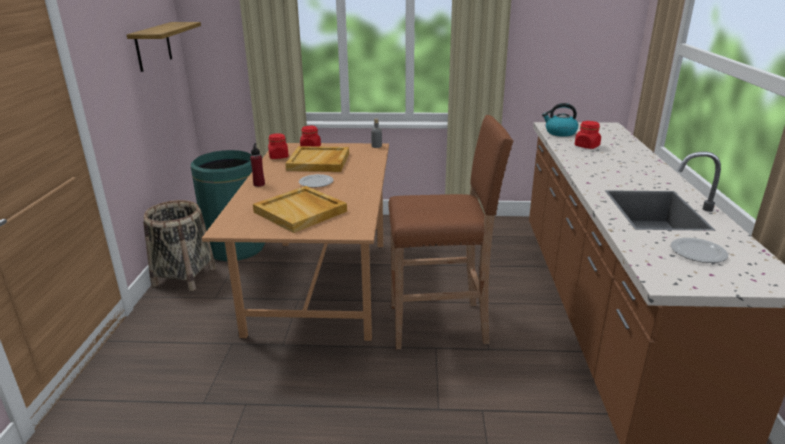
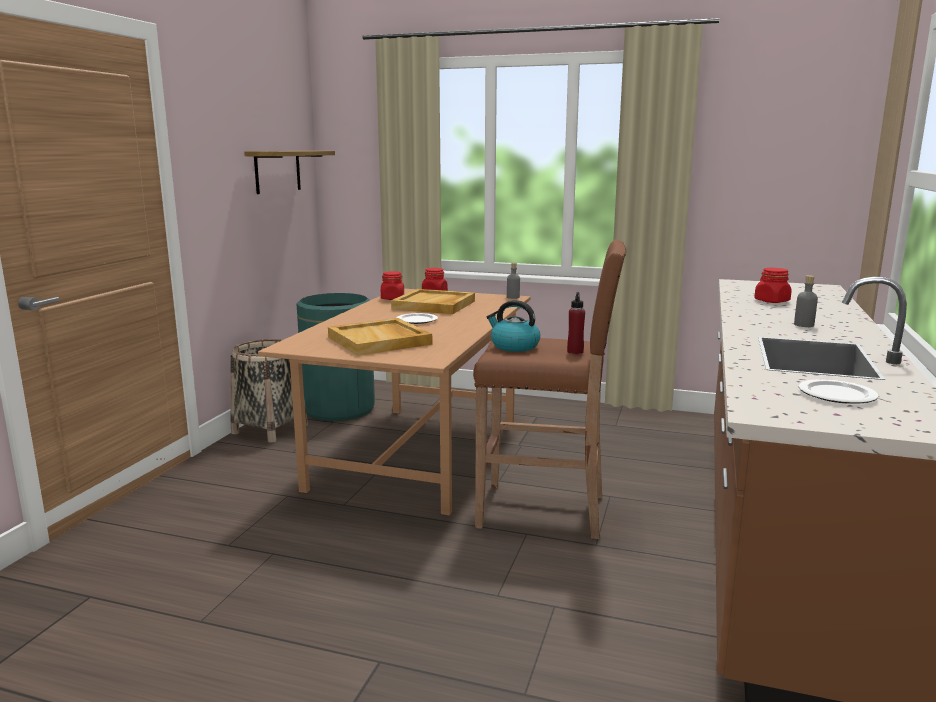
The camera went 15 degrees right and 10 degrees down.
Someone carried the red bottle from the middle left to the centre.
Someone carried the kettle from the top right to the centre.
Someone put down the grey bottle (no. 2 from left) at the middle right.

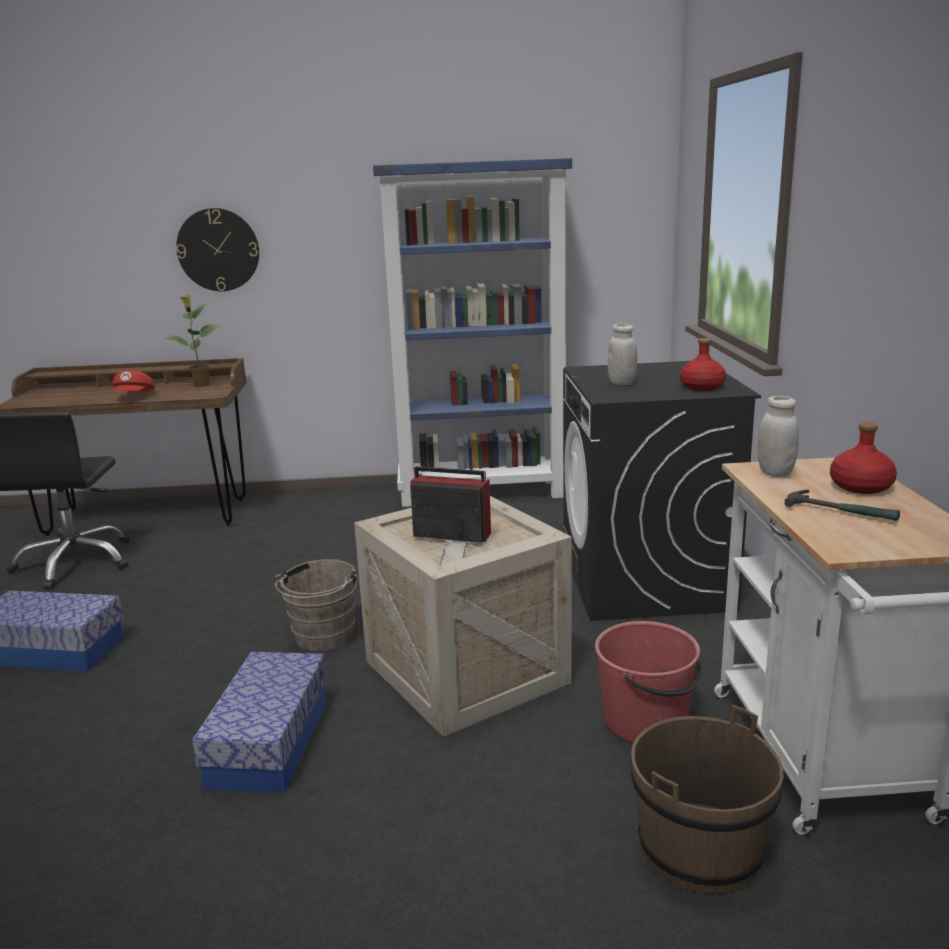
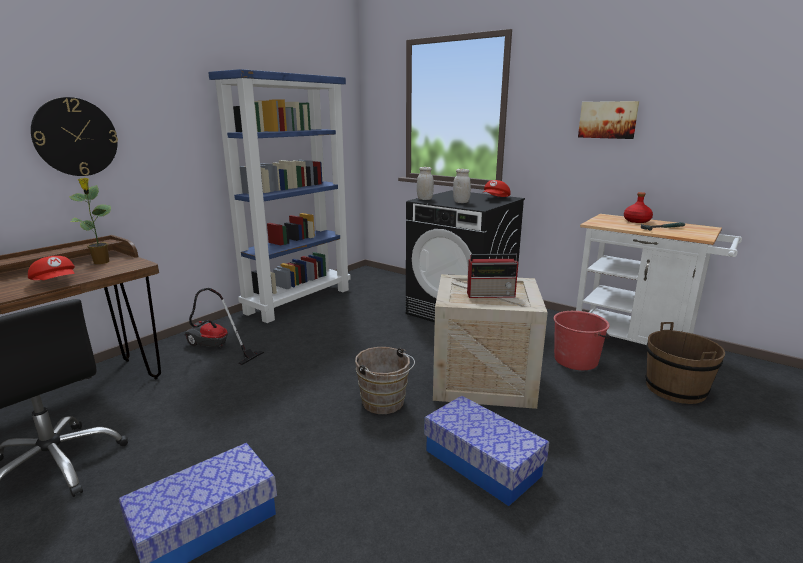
The camera went 50 degrees left and 0 degrees up.
Someone rotated the radio at the centre by 150 degrees counterclockwise.
Someone swapped the red bottle (no. 1 from left) at the middle right for the red cap (no. 2 from left) at the centre.
Someone carried the white jar (no. 2 from left in the first image) from the middle right to the top centre.
Someone put down the vacuum cleaner at the middle left.
Someone put up the picture at the top right.

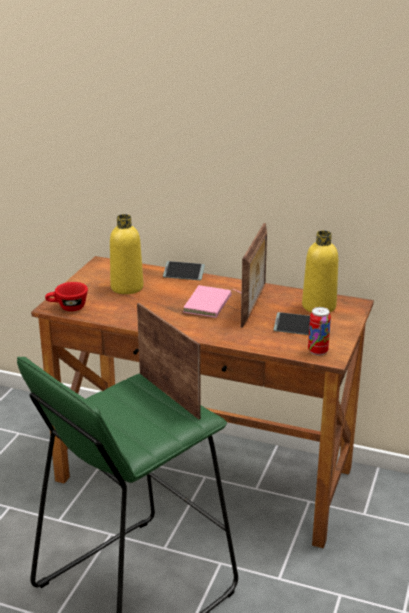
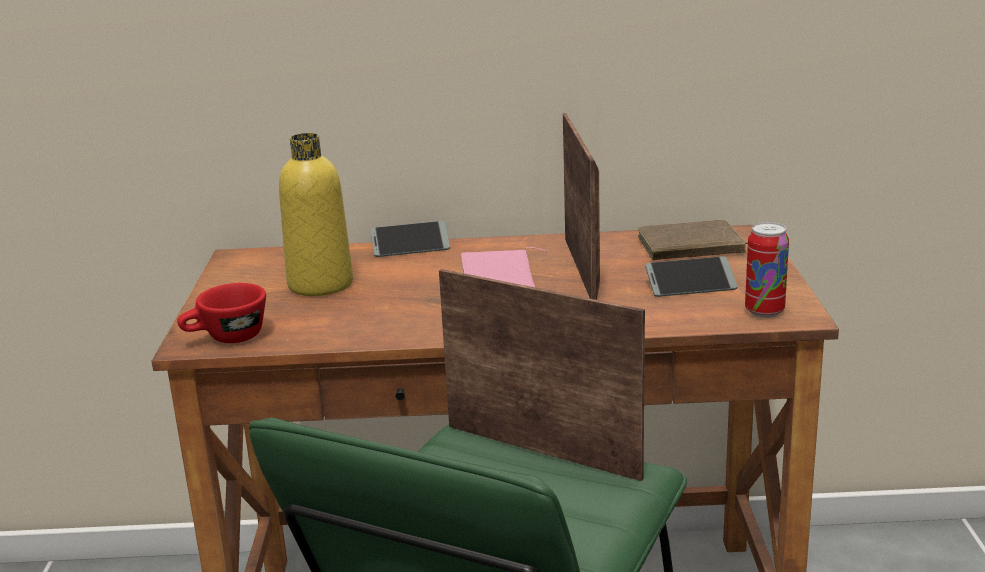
The camera went 20 degrees left and 5 degrees down.
Someone swapped the yellow bottle (no. 2 from left) at the middle right for the brown book at the middle right.

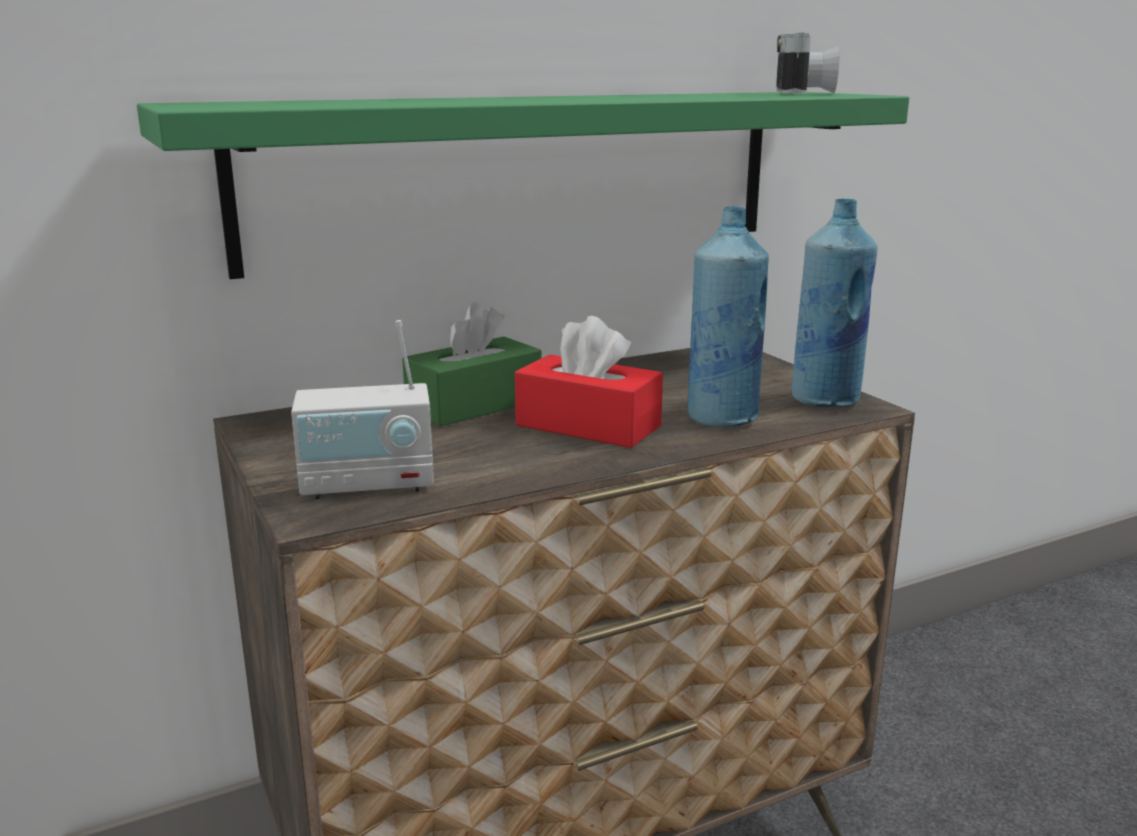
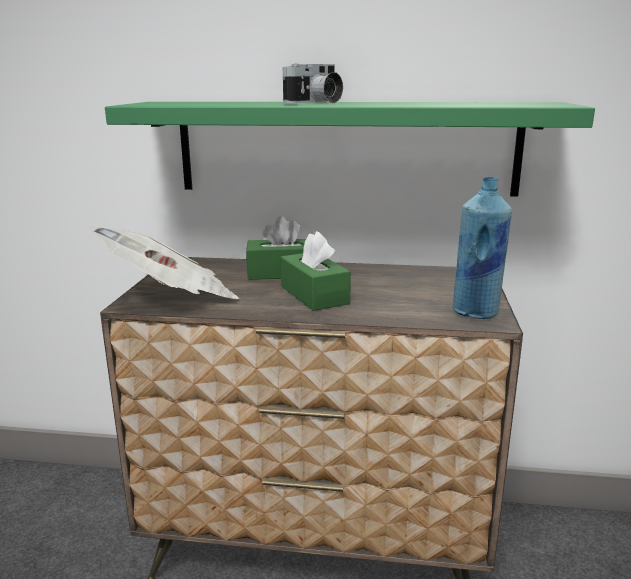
The camera went 35 degrees right and 0 degrees up.
Someone swapped the radio at the middle left for the newspaper at the middle left.
Someone repainted the red tissue box at the centre, which became the green tissue box (no. 2 from left) at the centre.
Someone took away the blue bottle (no. 1 from left) at the centre.
Someone carried the photo camera from the top right to the top centre.

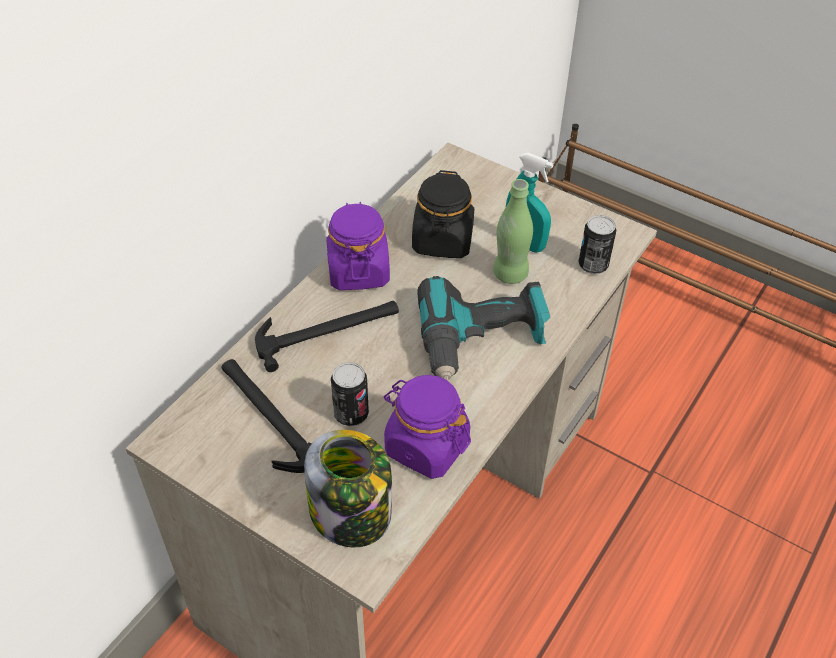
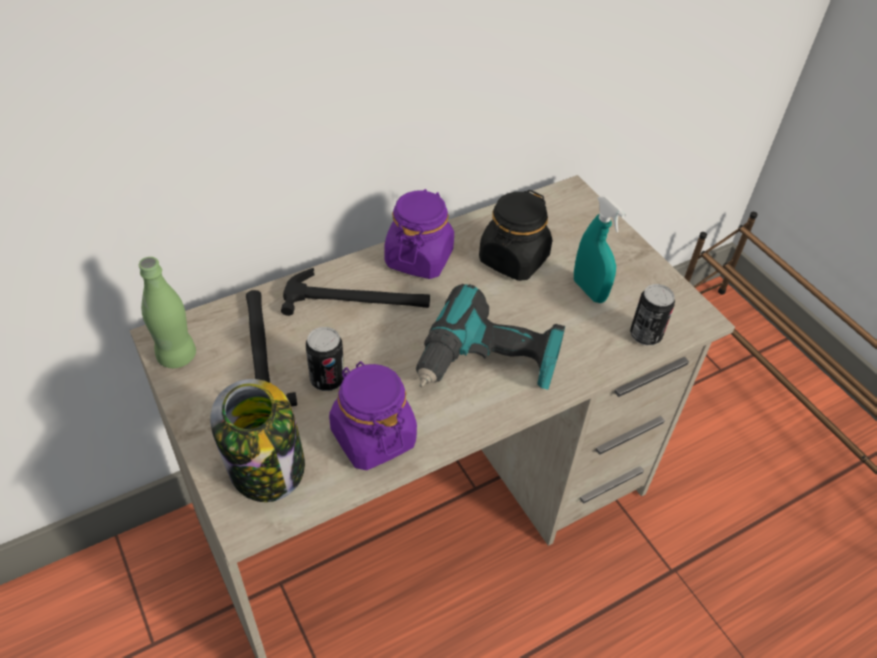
The camera went 25 degrees right and 0 degrees up.
Someone carried the green bottle from the centre to the middle left.

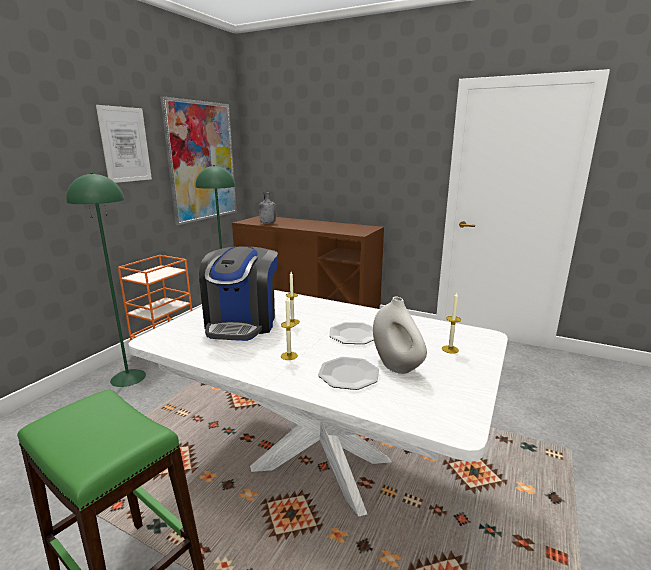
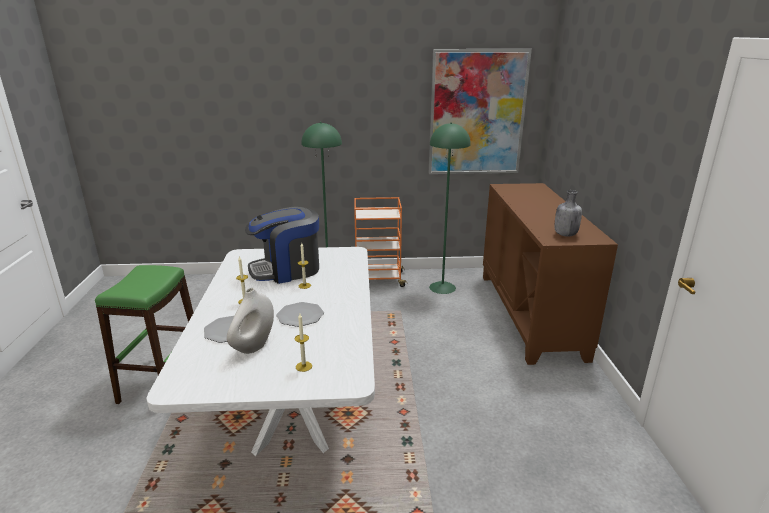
The camera went 60 degrees right and 5 degrees up.
Someone took away the picture (no. 1 from left) at the top left.
Someone carried the grey bottle from the centre to the middle right.

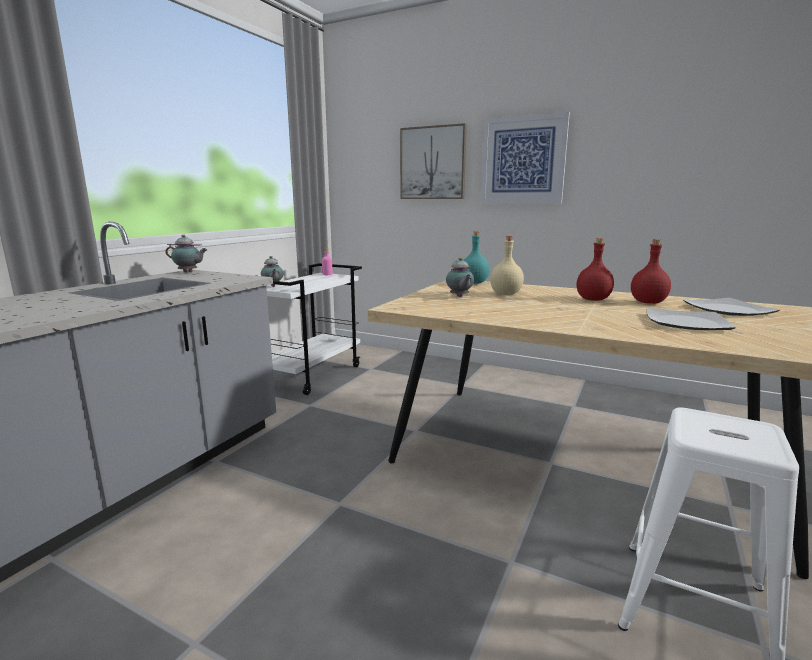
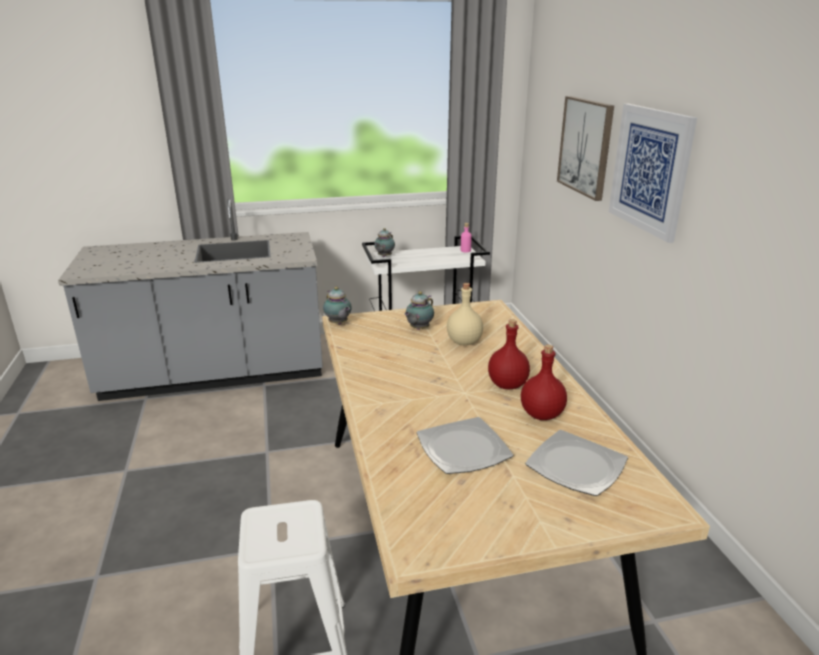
The camera went 50 degrees right and 10 degrees up.
Someone carried the teapot (no. 1 from left) from the middle left to the centre.
Someone took away the turquoise bottle at the centre.

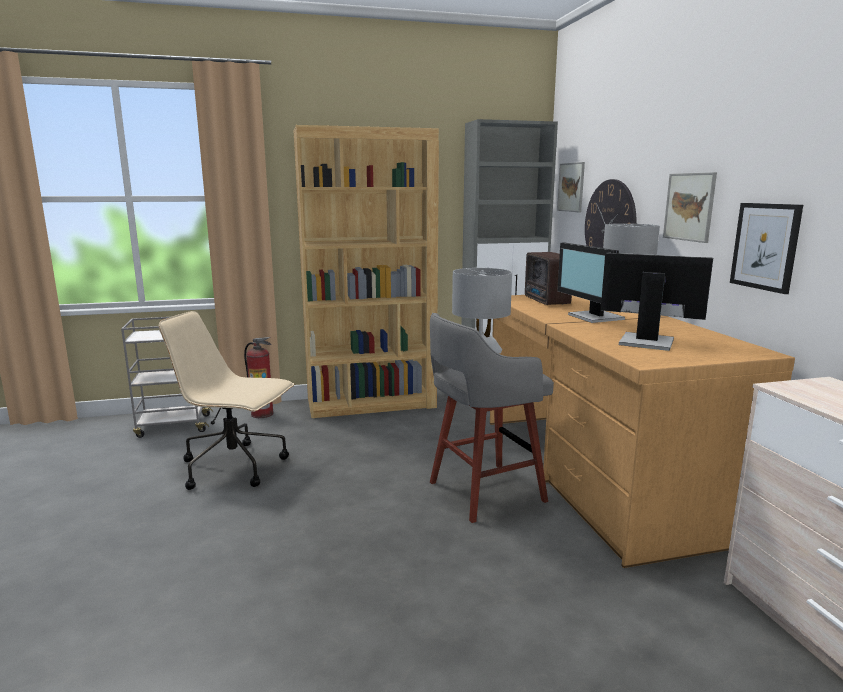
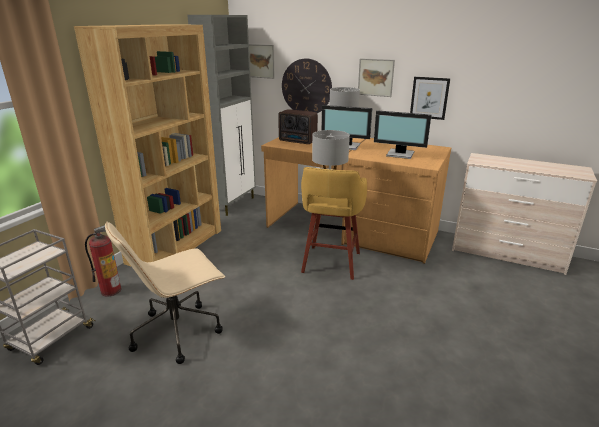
The camera went 50 degrees left and 10 degrees up.
Someone repainted the grey stool at the centre, which became the yellow stool at the centre.
Someone rotated the monitor (no. 2 from left) at the middle right by 135 degrees counterclockwise.

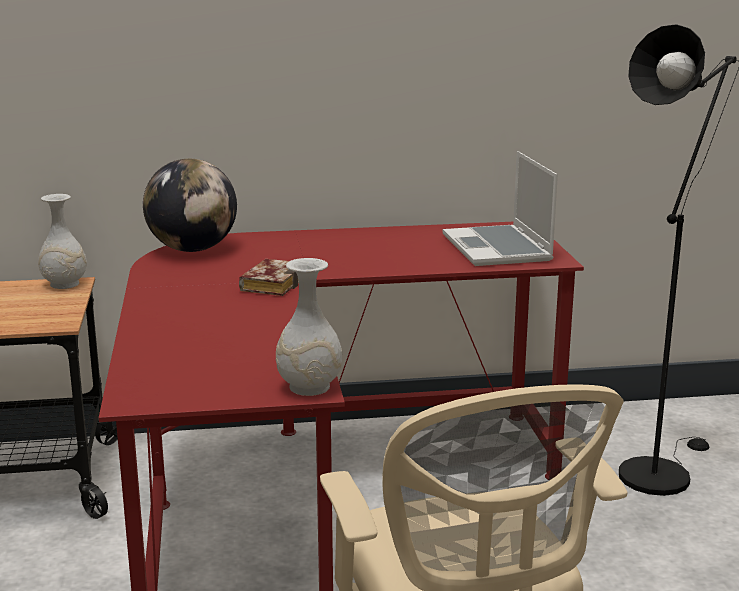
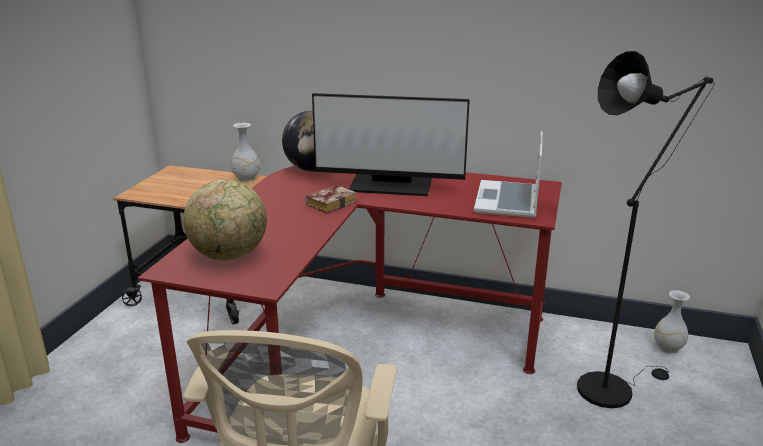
The camera went 25 degrees right and 5 degrees up.
Someone carried the white vase (no. 2 from left) from the centre to the bottom right.
Someone put down the globe (no. 1 from left) at the middle left.
Someone put down the monitor at the top centre.

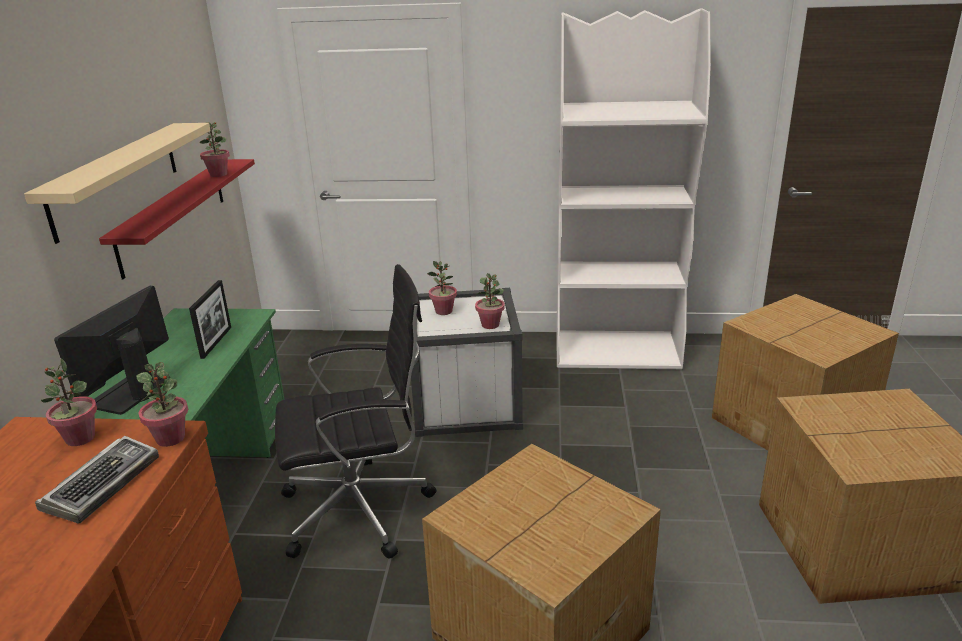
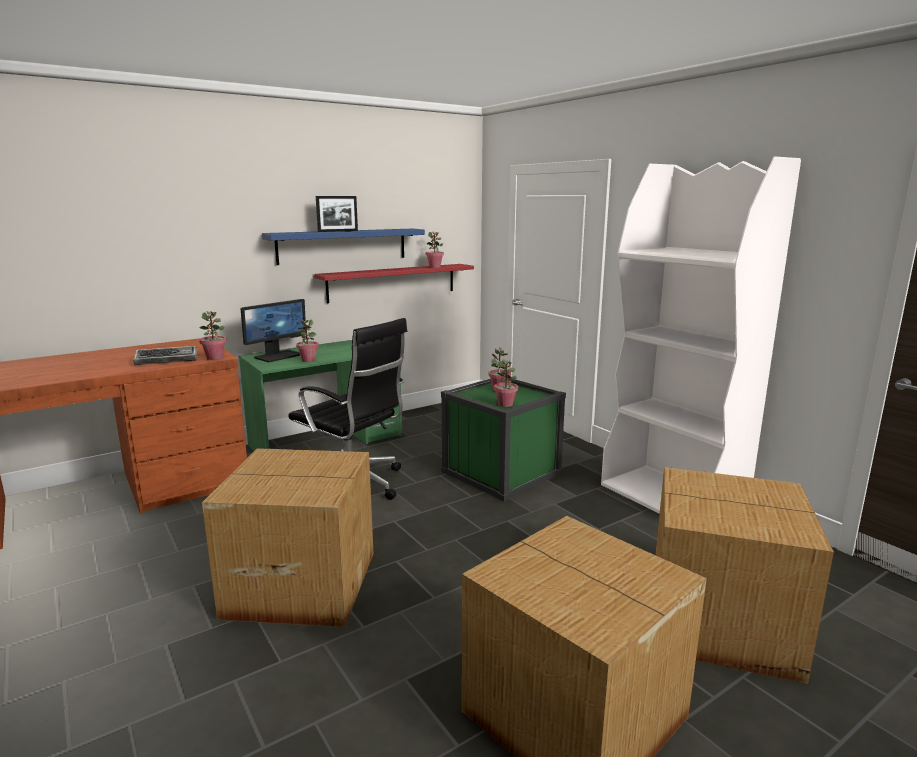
The camera went 50 degrees right and 10 degrees down.
Someone repainted the beige shelf at the top left, which became the blue shelf at the top centre.
Someone carried the potted plant (no. 1 from left in the first image) from the middle left to the centre.
Someone rotated the monitor at the middle left by 150 degrees clockwise.
Someone carried the picture frame from the middle left to the top centre.
Someone repainted the white storage box at the centre, which became the green storage box at the centre.

